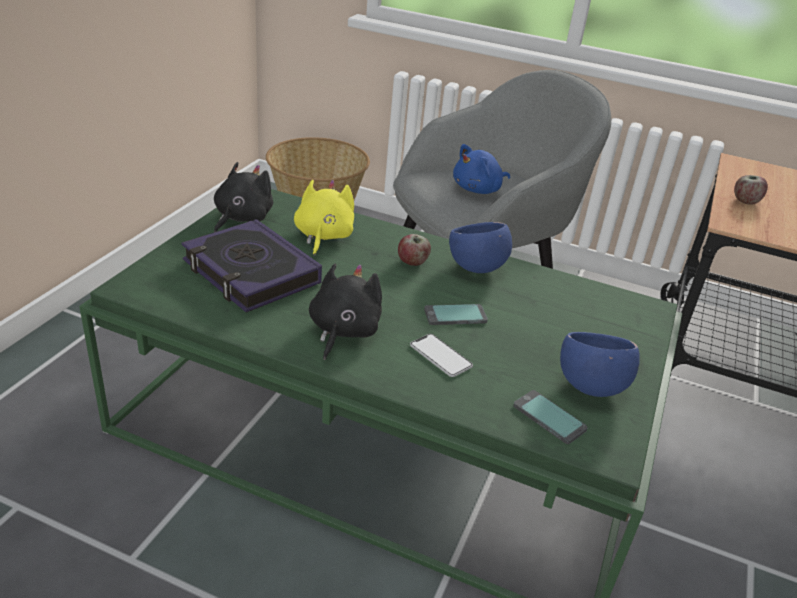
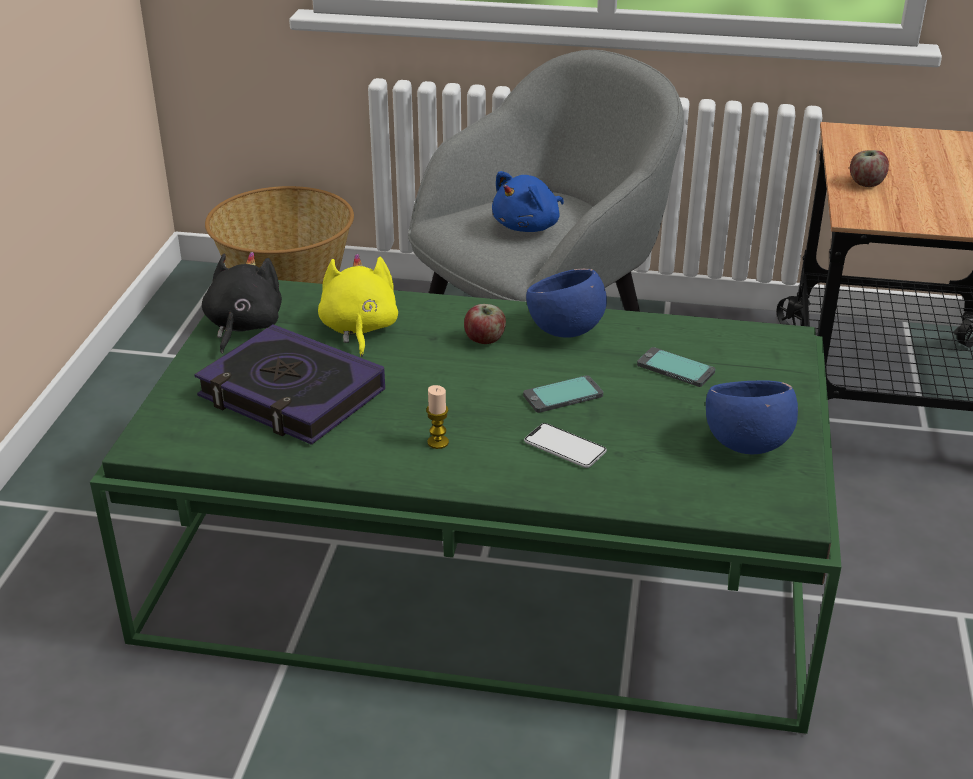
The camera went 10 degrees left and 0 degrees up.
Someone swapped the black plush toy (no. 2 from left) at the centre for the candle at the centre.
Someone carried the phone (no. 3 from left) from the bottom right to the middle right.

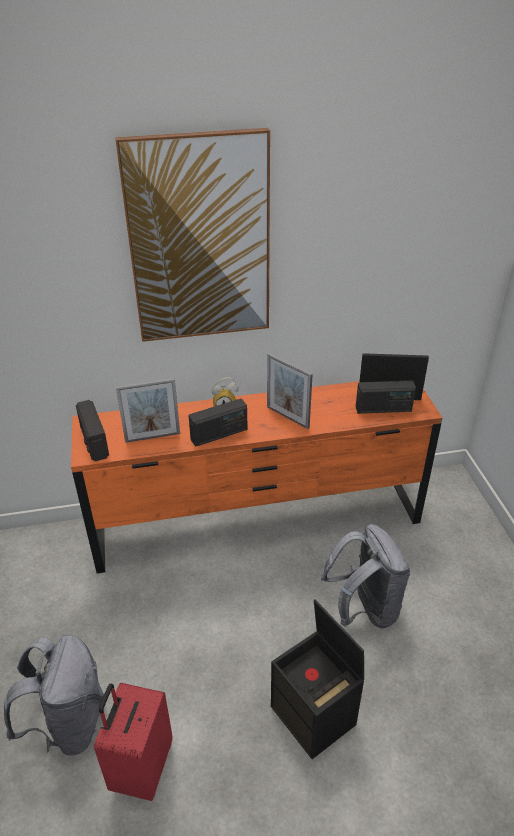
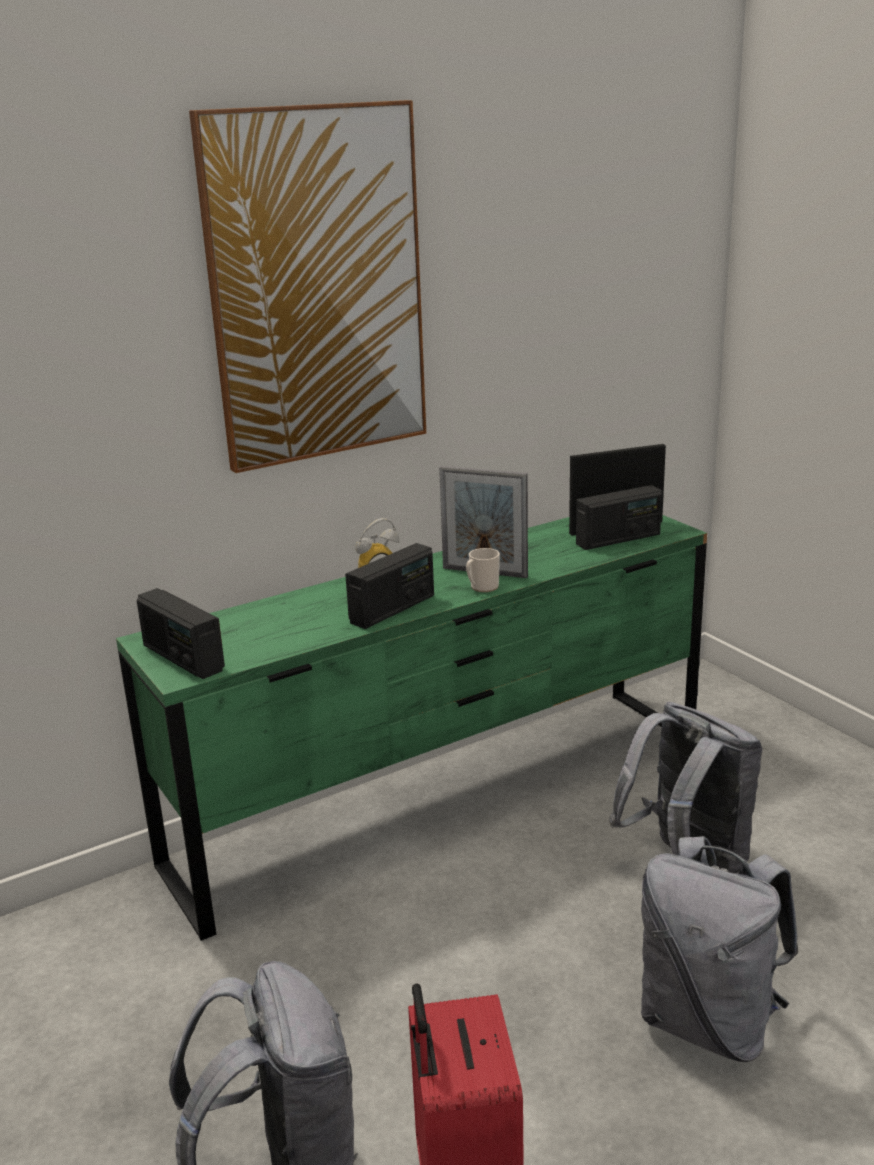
The camera went 20 degrees left and 15 degrees down.
Someone repainted the orange dresser at the centre, which became the green dresser at the centre.
Someone took away the picture frame (no. 1 from left) at the middle left.
Someone swapped the black storage box at the bottom centre for the grey backpack (no. 3 from left) at the bottom right.
Someone put down the mug at the centre.

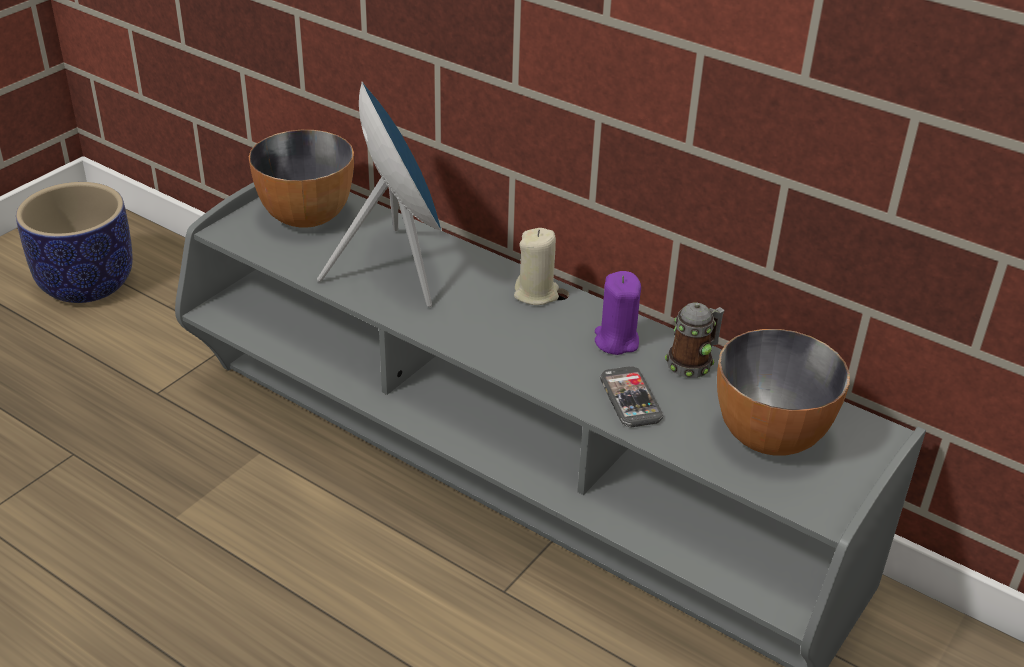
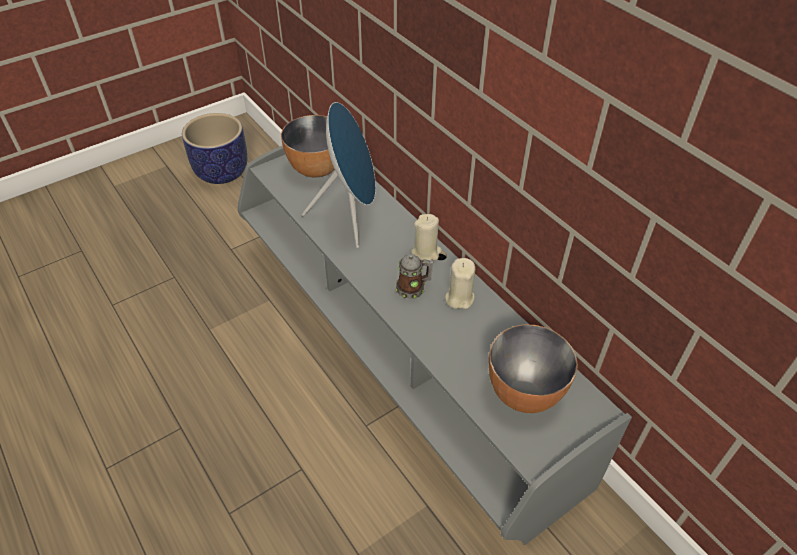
The camera went 20 degrees right and 10 degrees up.
Someone repainted the purple candle at the centre, which became the beige candle (no. 2 from left) at the centre.
Someone took away the phone at the centre.
Someone carried the mug from the middle right to the centre.

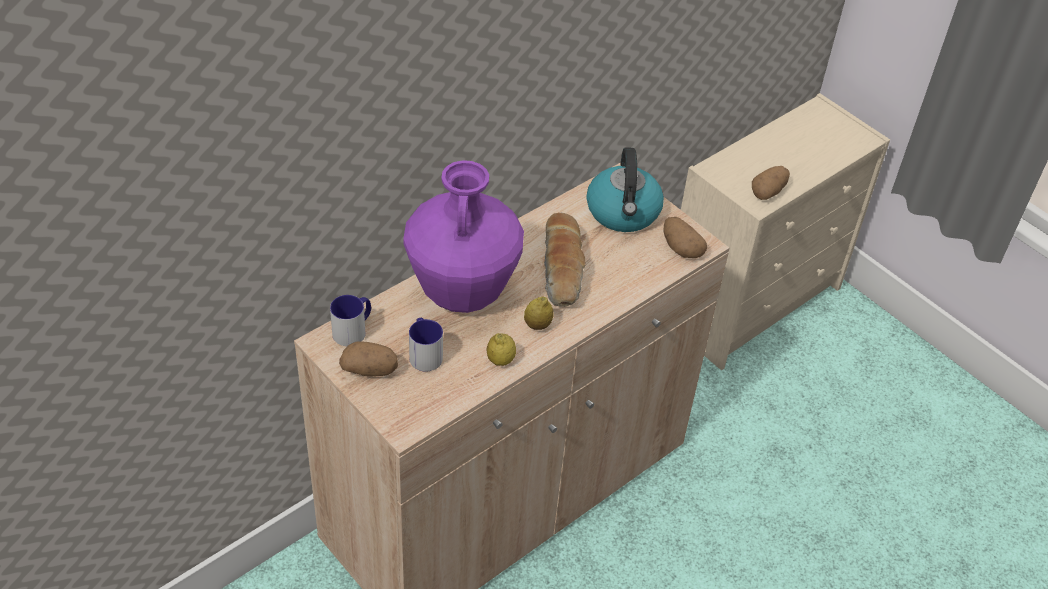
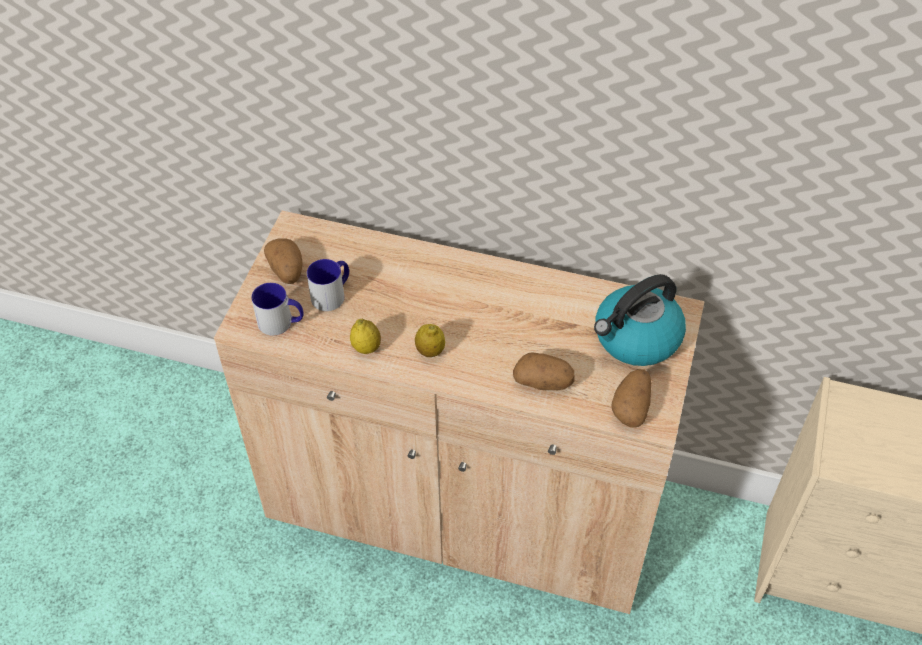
The camera went 60 degrees right and 5 degrees up.
Someone carried the mug (no. 1 from left) from the centre to the middle left.
Someone took away the purple vase at the centre.
Someone took away the bread at the centre.
Someone carried the potato (no. 3 from left in the first image) from the top right to the centre.

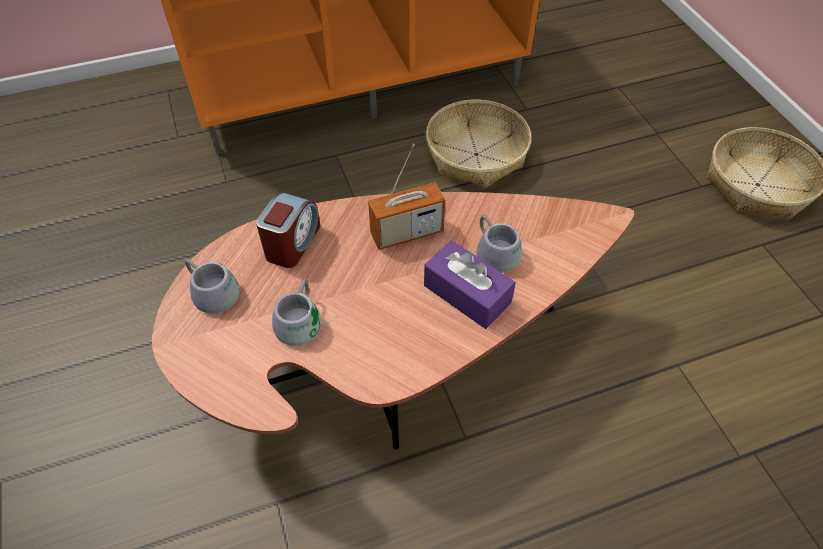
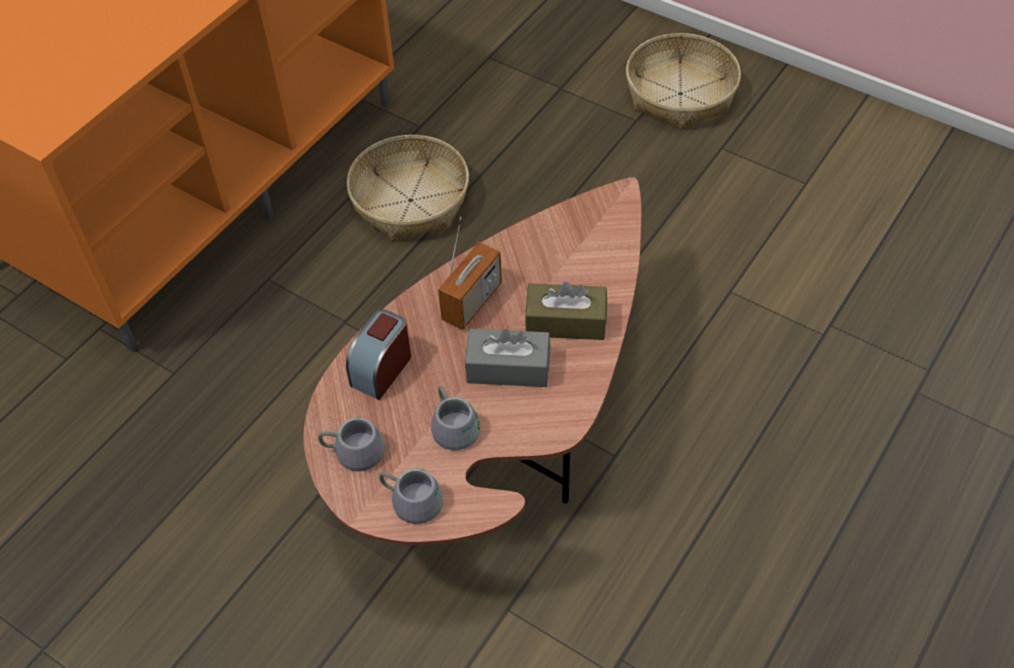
The camera went 35 degrees left and 0 degrees up.
Someone rotated the alarm clock at the centre by 135 degrees counterclockwise.
Someone repainted the purple tissue box at the centre, which became the brown tissue box at the centre.
Someone carried the grey mug (no. 3 from left in the first image) from the centre to the bottom centre.
Someone put down the grey tissue box at the centre.

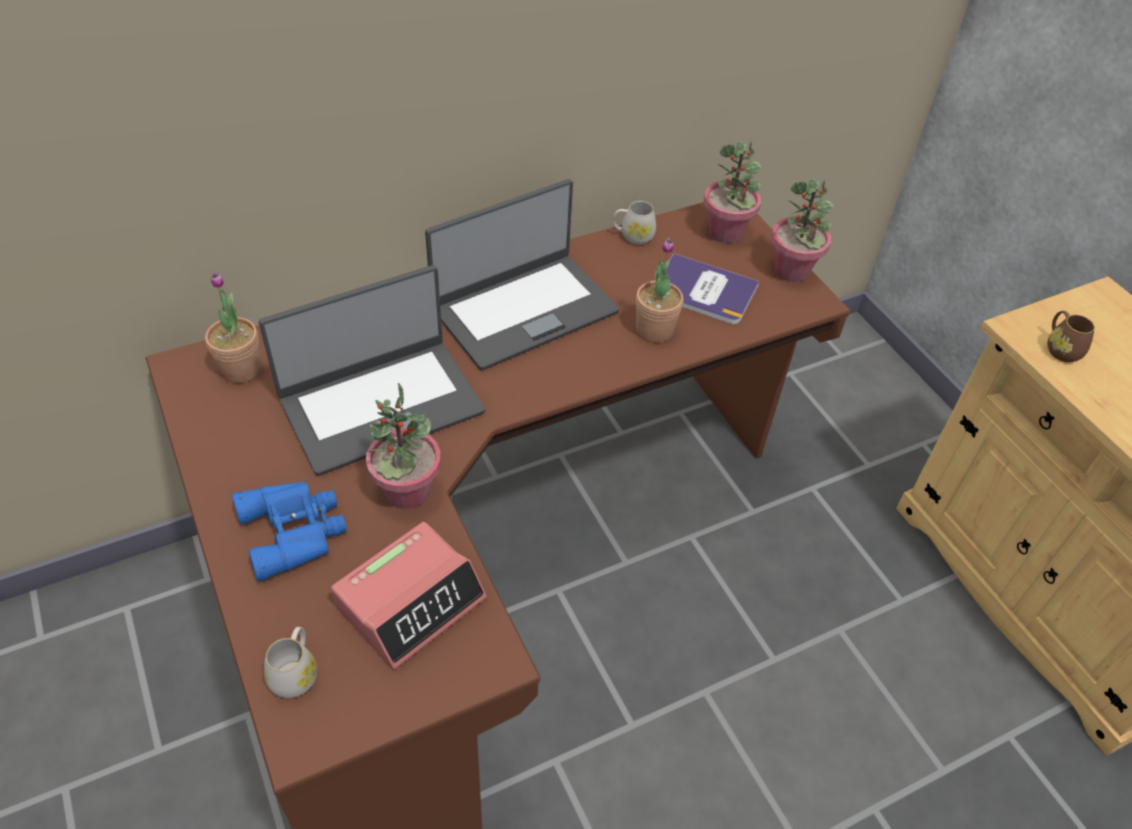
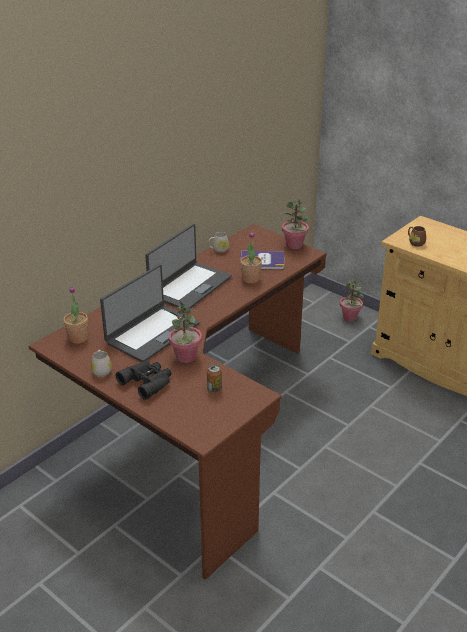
The camera went 20 degrees left and 15 degrees down.
Someone repainted the blue binoculars at the middle left, which became the black binoculars at the middle left.
Someone carried the white mug (no. 1 from left) from the bottom left to the middle left.
Someone swapped the alarm clock at the bottom centre for the can at the centre.
Someone carried the potted plant (no. 4 from left in the first image) from the top centre to the middle right.

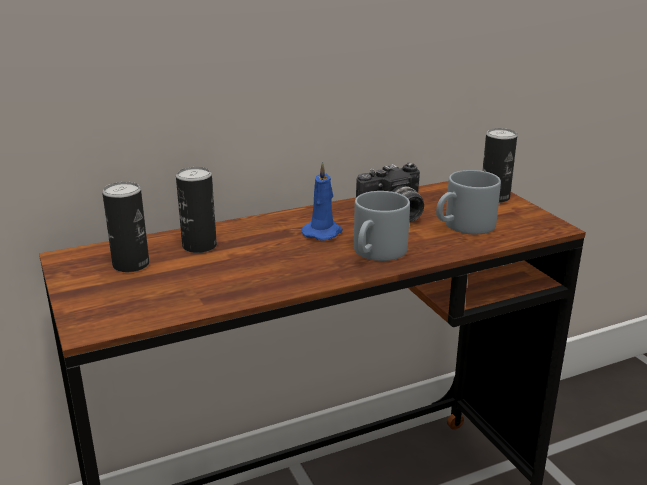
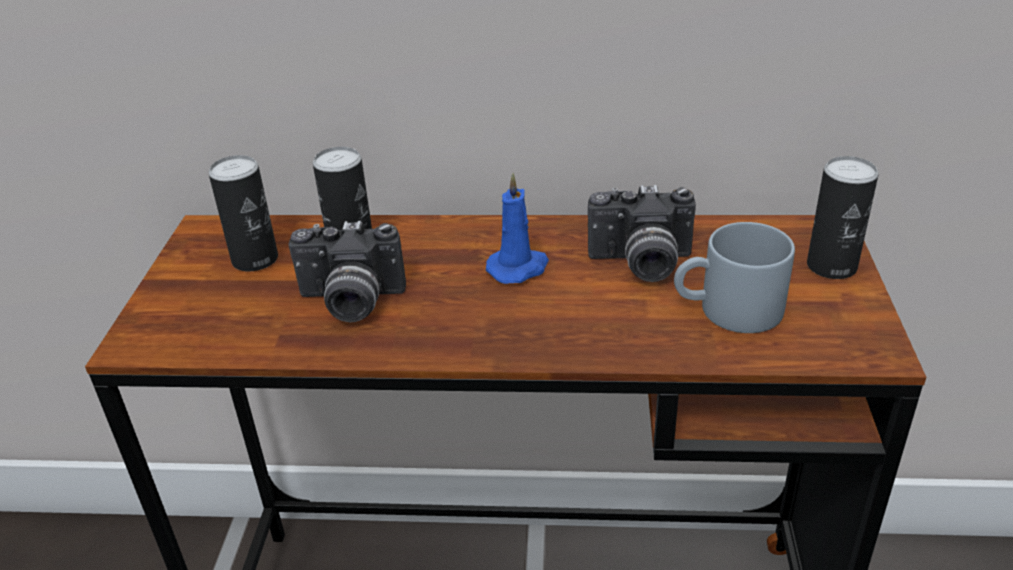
The camera went 30 degrees right and 10 degrees up.
Someone took away the grey mug (no. 1 from left) at the centre.
Someone put down the photo camera (no. 1 from left) at the centre.

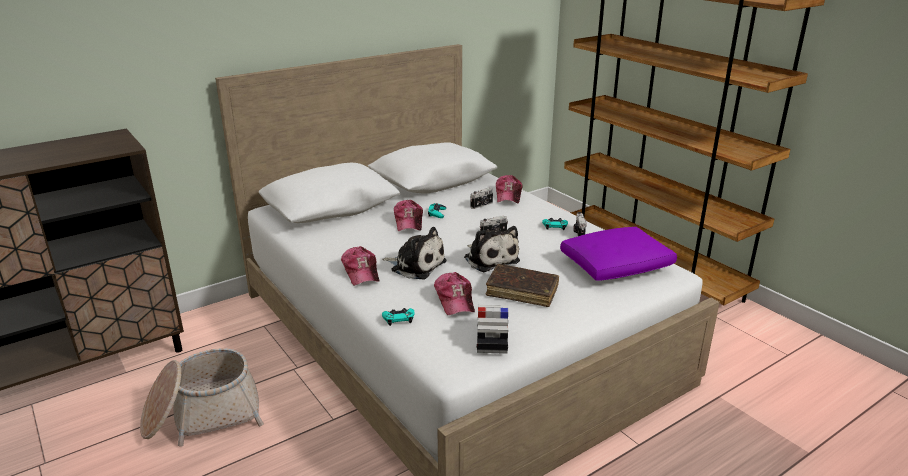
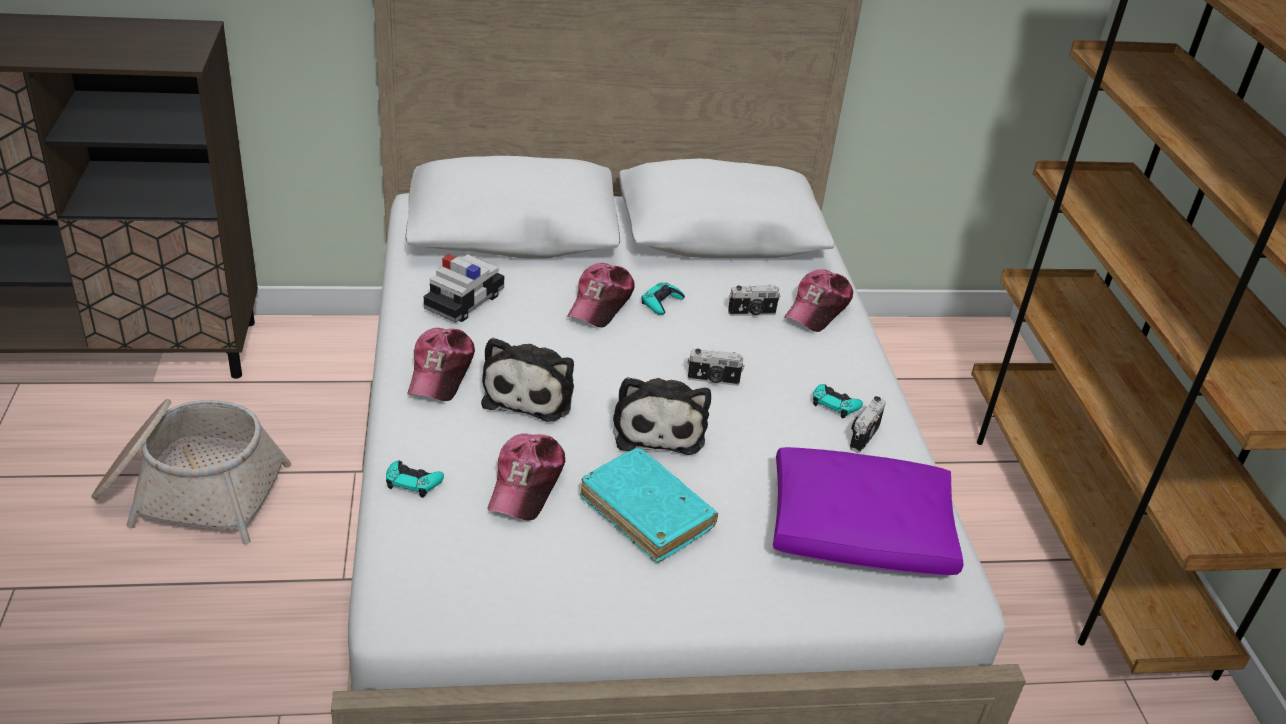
The camera went 25 degrees right and 10 degrees up.
Someone rotated the plush toy (no. 1 from left) at the centre by 45 degrees clockwise.
Someone carried the toy car from the bottom centre to the centre.
Someone repainted the brown book at the centre, which became the turquoise book at the bottom centre.

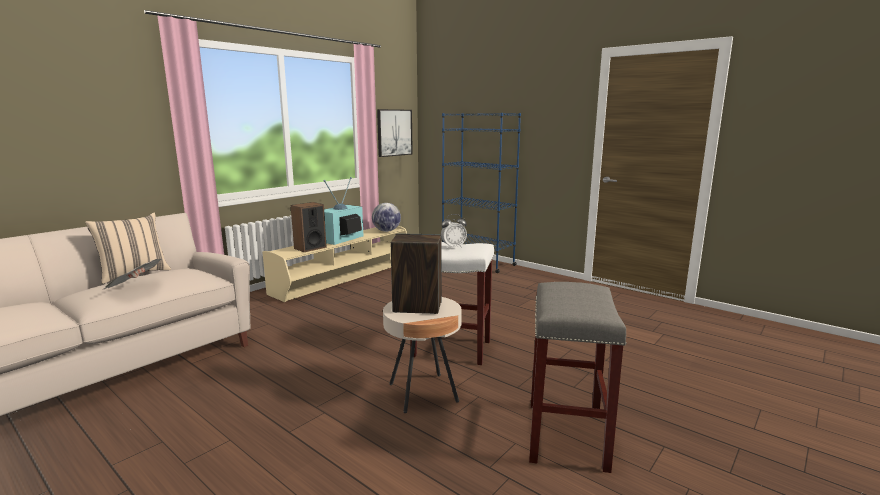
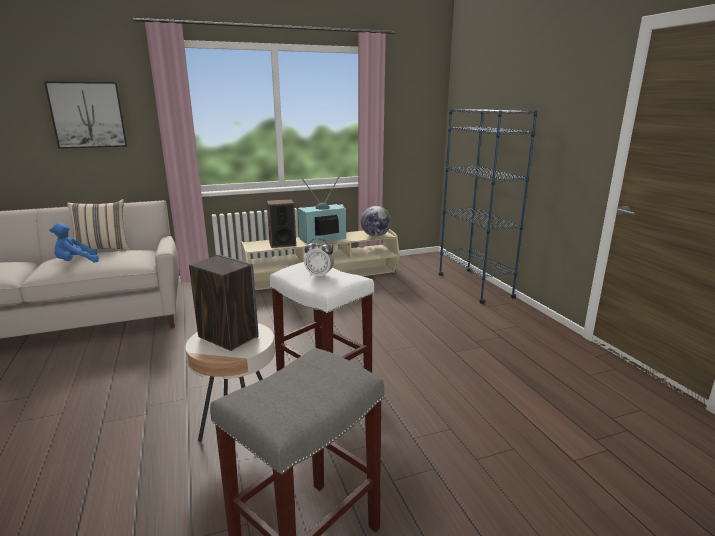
The camera went 30 degrees right and 5 degrees up.
Someone swapped the newspaper at the middle left for the blue plush toy at the middle left.
Someone carried the picture from the top centre to the top left.

